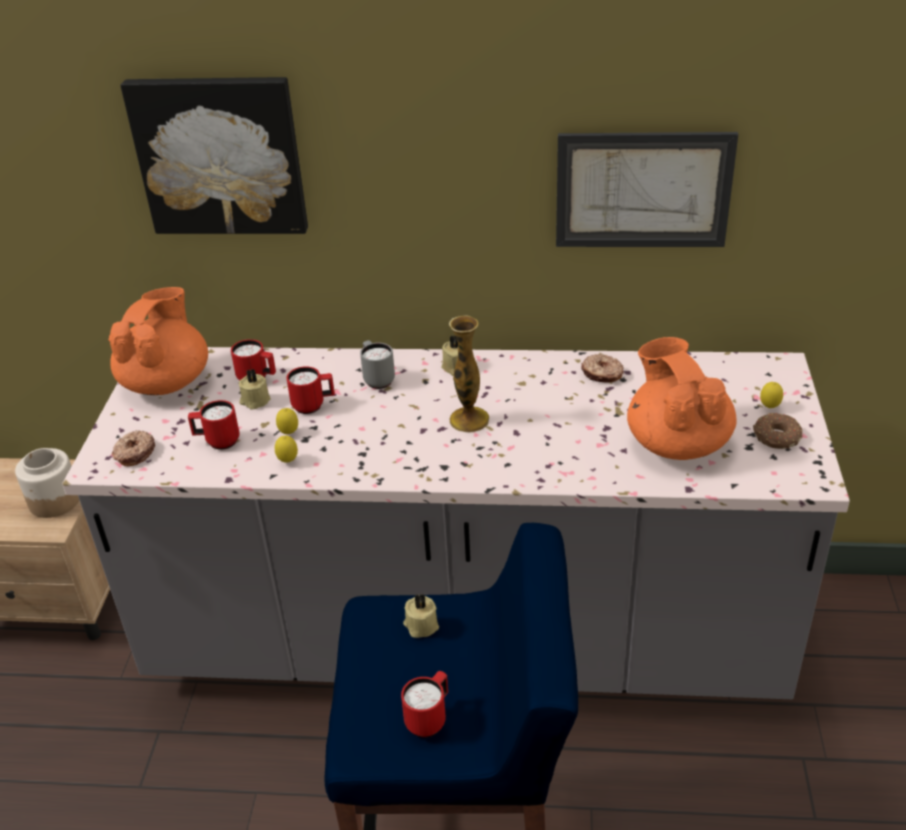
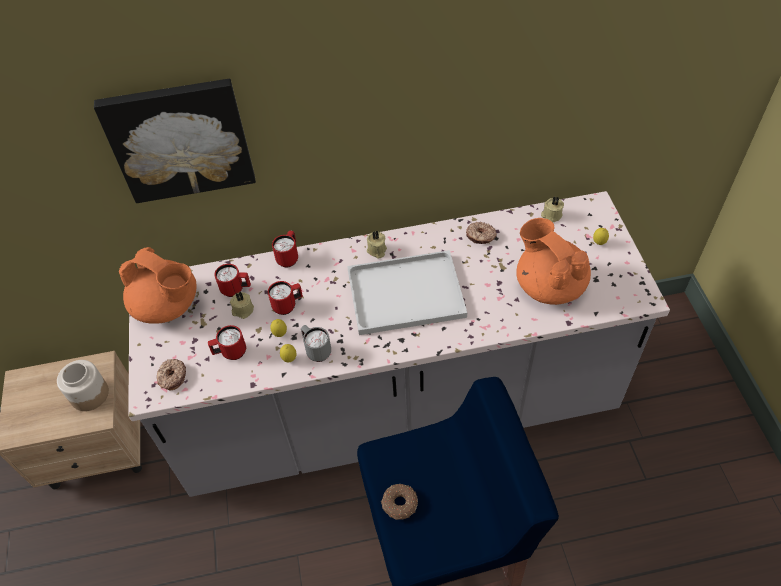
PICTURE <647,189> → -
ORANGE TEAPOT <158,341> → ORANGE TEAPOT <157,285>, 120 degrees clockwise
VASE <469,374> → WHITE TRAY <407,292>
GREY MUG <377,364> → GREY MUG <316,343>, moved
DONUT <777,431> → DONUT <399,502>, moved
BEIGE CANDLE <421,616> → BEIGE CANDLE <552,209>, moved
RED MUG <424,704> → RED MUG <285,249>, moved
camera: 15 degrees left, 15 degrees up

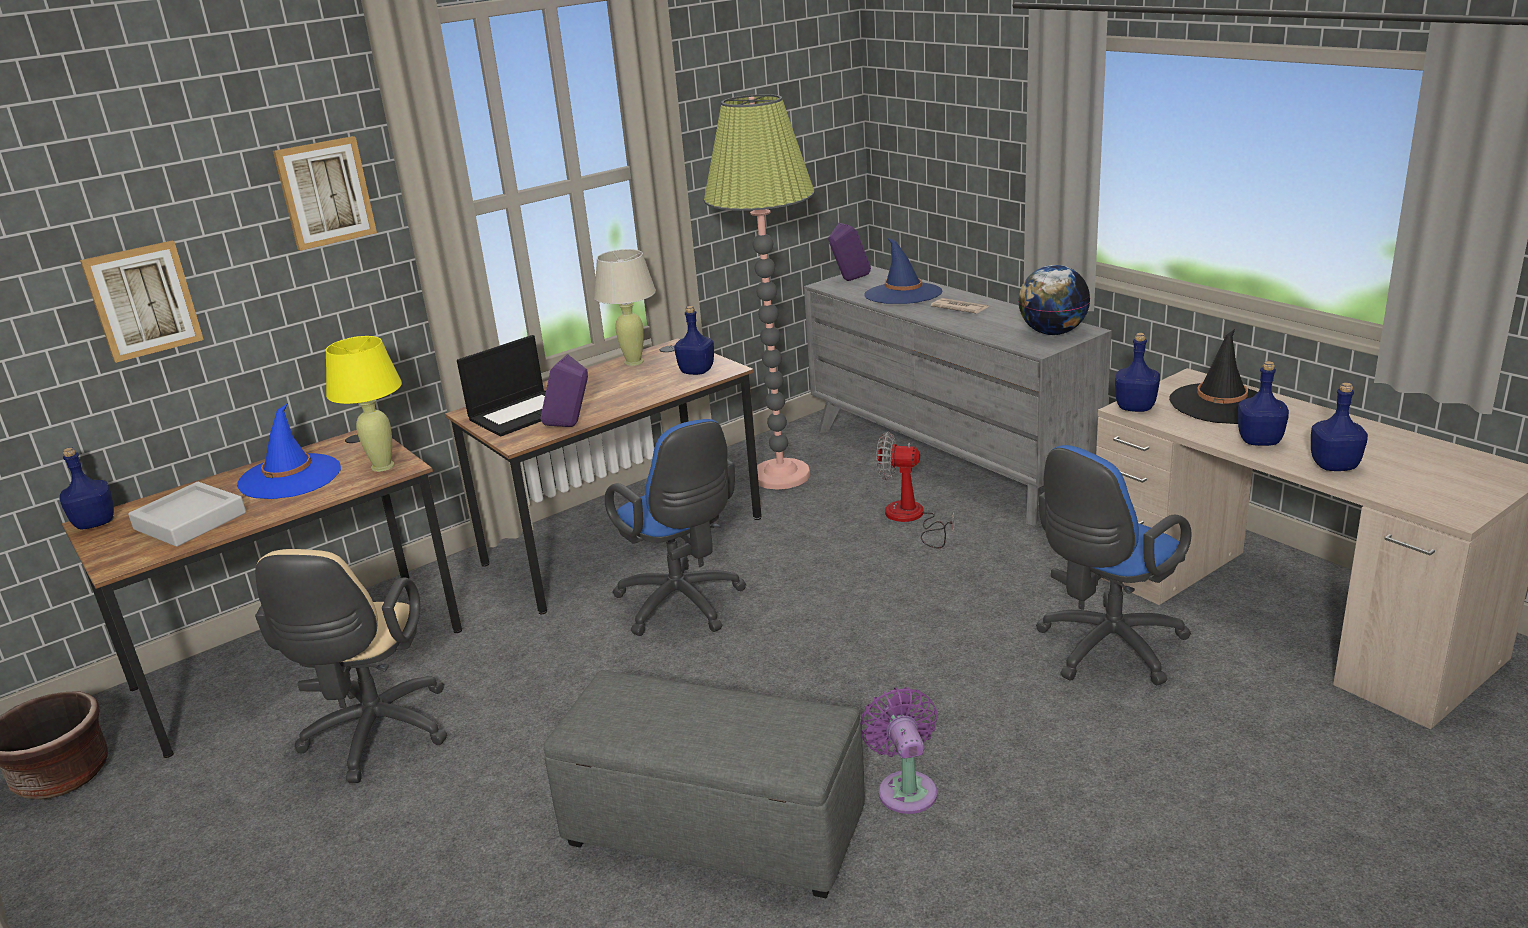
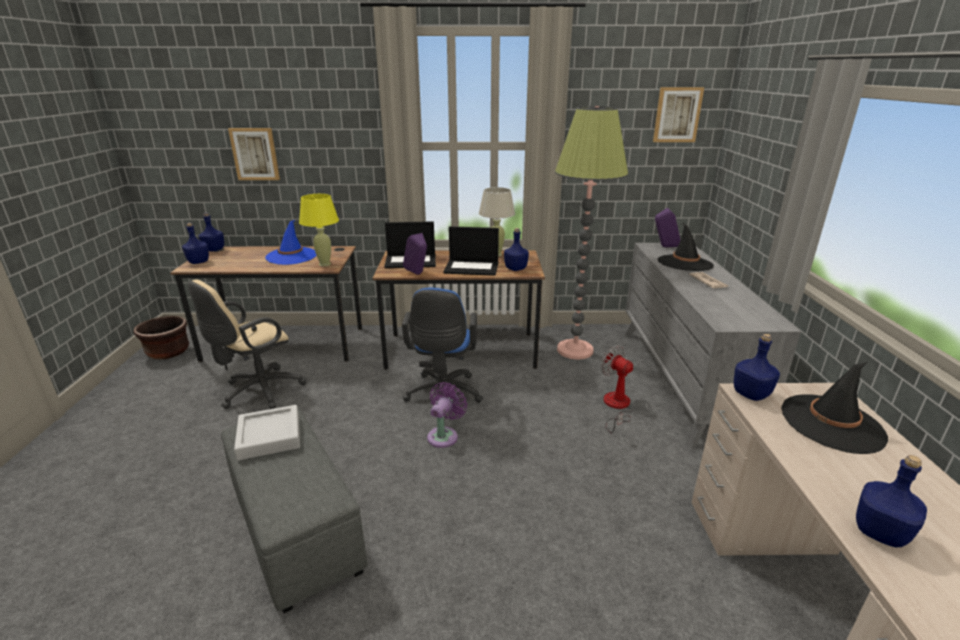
PICTURE <325,193> → PICTURE <678,114>, moved
BLUE HAT <903,271> → BLACK HAT <686,247>
GLOBE <1054,300> → -
BLUE BOTTLE <1263,403> → BLUE BOTTLE <195,243>, moved
BLUE OFFICE CHAIR <1113,565> → -
GREY TRAY <187,514> → GREY TRAY <267,432>, moved
PURPLE FAN <899,750> → PURPLE FAN <447,415>, moved
- → LAPTOP <471,251>
camera: 35 degrees right, 0 degrees up

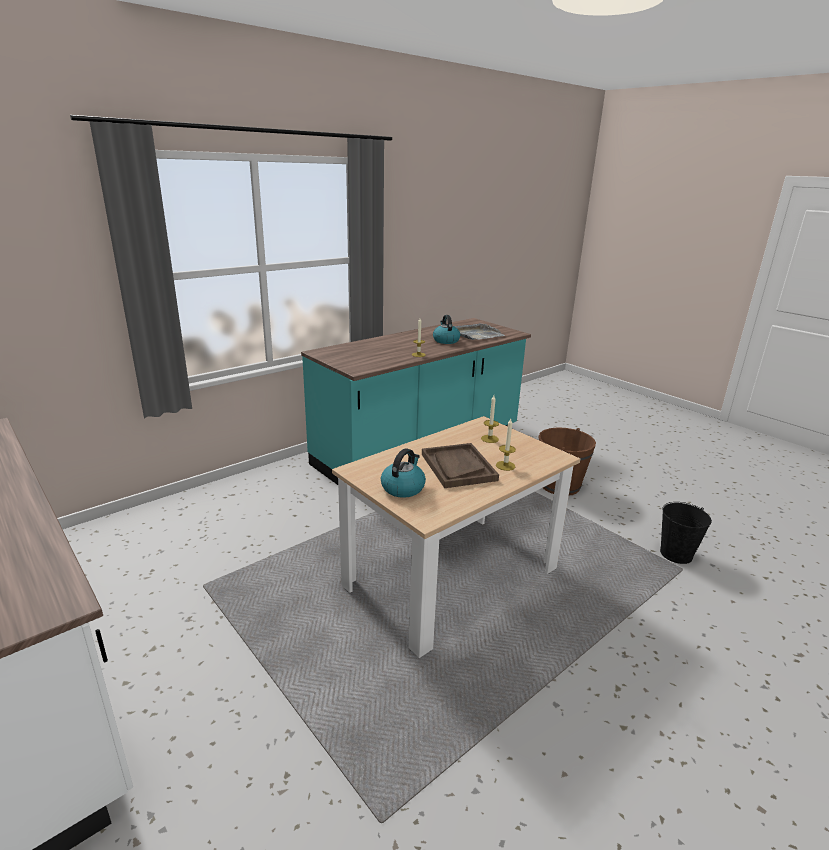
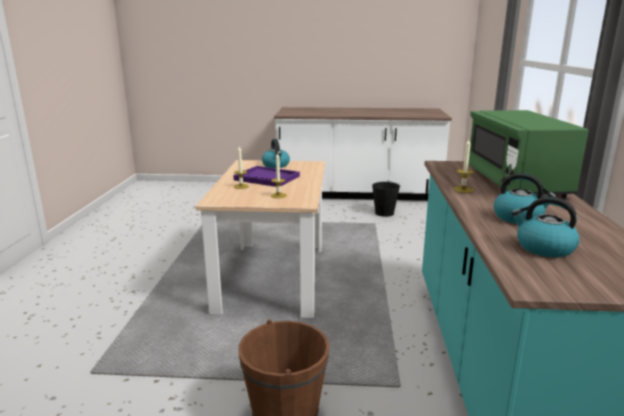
GREY TRAY <479,331> → KETTLE <545,227>
BROWN TRAY <460,465> → PURPLE TRAY <266,176>
BLACK BUCKET <686,533> → BLACK BUCKET <386,199>, moved
- → GREEN MICROWAVE <528,154>
camera: 135 degrees right, 5 degrees down

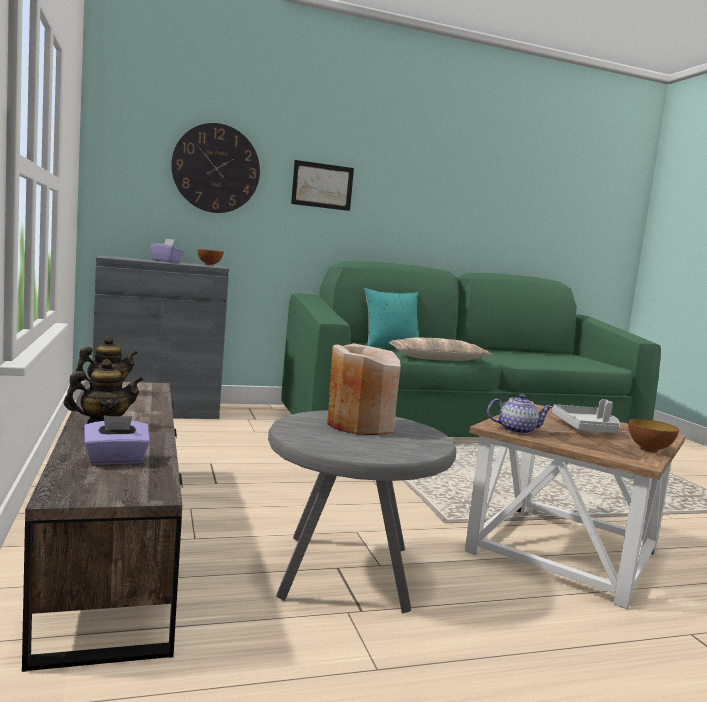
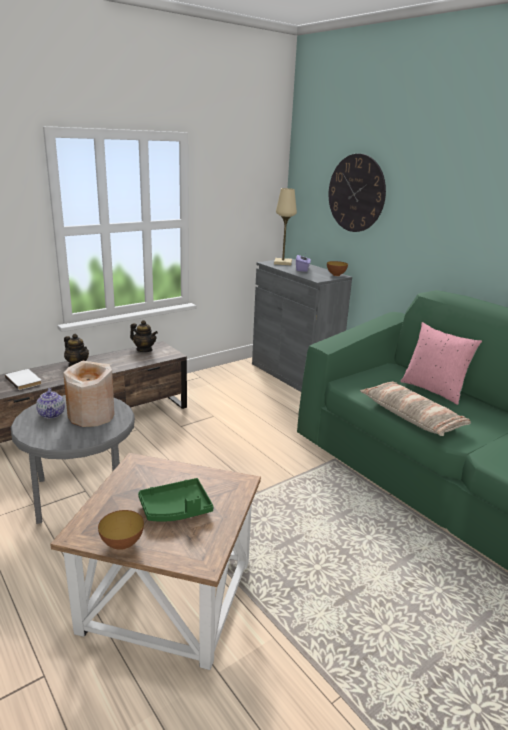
PICTURE <322,185> → -
TURQUOISE PILLOW <391,318> → PINK PILLOW <441,363>
TEAPOT <520,414> → TEAPOT <50,403>, moved
GREY TRAY <586,416> → GREEN TRAY <176,500>
PURPLE TISSUE BOX <117,440> → WHITE BOOK <23,379>
- → BEIGE TABLE LAMP <285,226>
camera: 70 degrees right, 15 degrees up

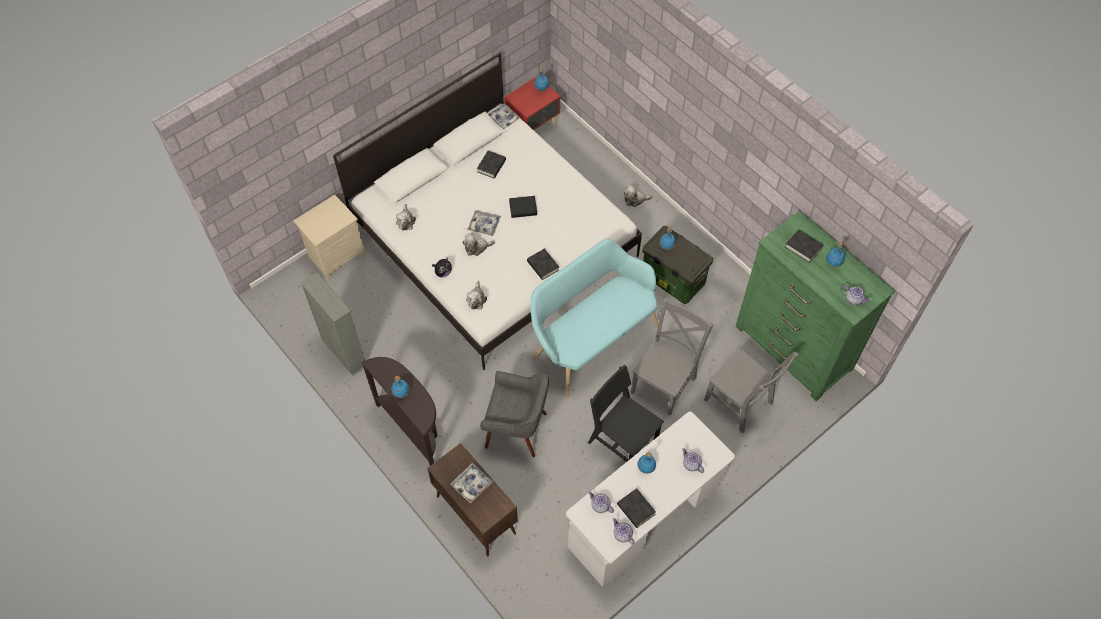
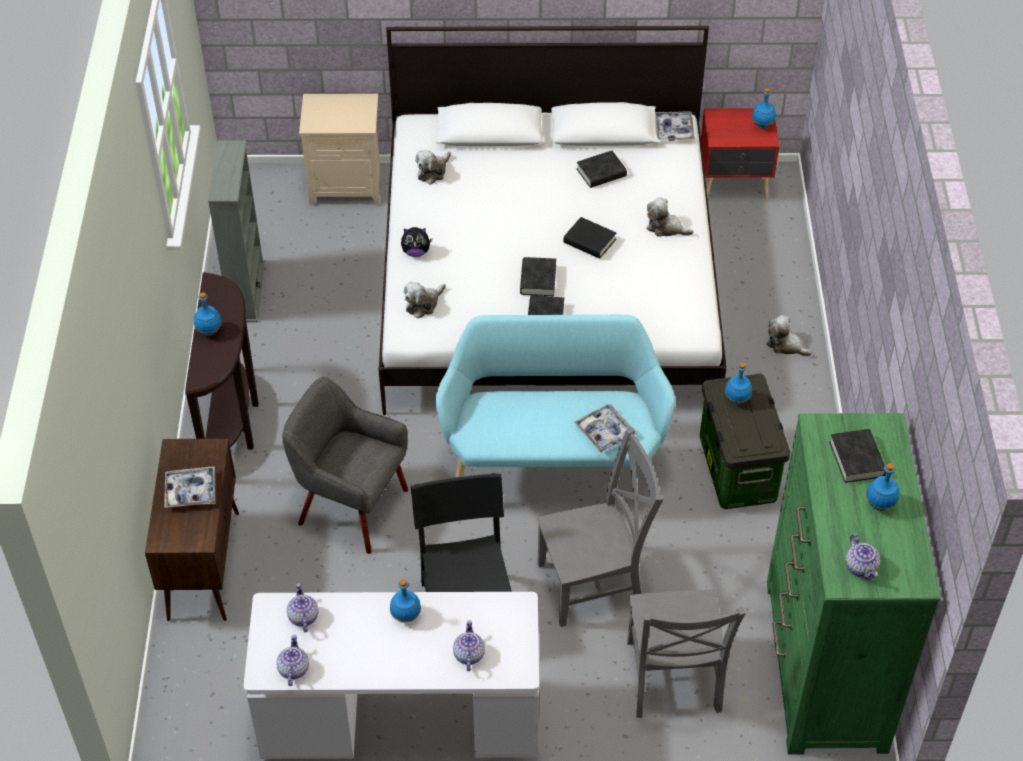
TRAY <484,223> → TRAY <606,428>, moved
PLUSH TOY <478,244> → PLUSH TOY <670,217>, moved
GREY ARMCHAIR <514,414> → GREY ARMCHAIR <345,465>, 150 degrees clockwise
BLACK BOOK <636,508> → BLACK BOOK <538,276>, moved
camera: 40 degrees right, 10 degrees down

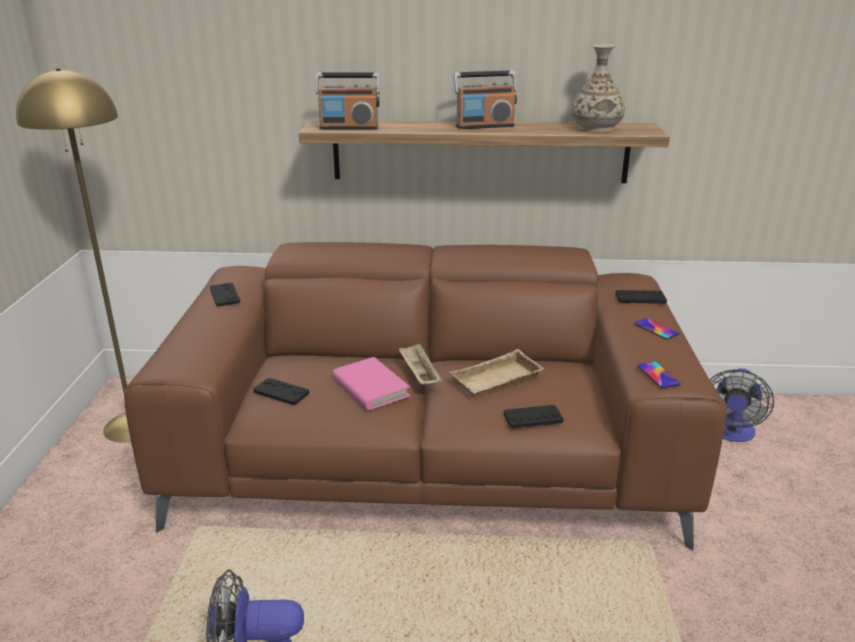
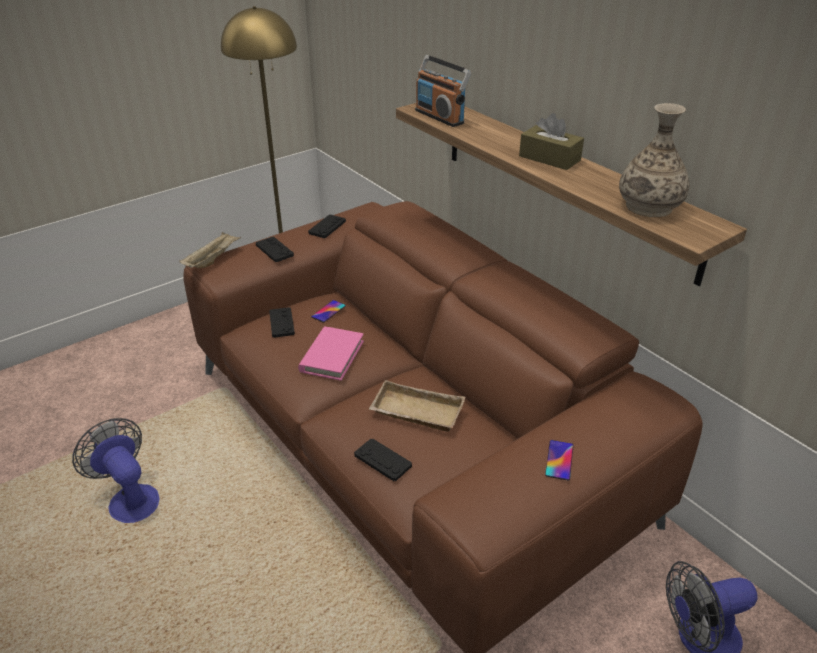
RADIO <485,100> → BROWN TISSUE BOX <551,141>
BLACK GAME CONTROLLER <641,297> → BLACK GAME CONTROLLER <275,249>, moved
BEIGE TRAY <420,364> → BEIGE TRAY <210,250>, moved
PHONE <659,375> → PHONE <328,311>, moved
camera: 50 degrees right, 10 degrees up

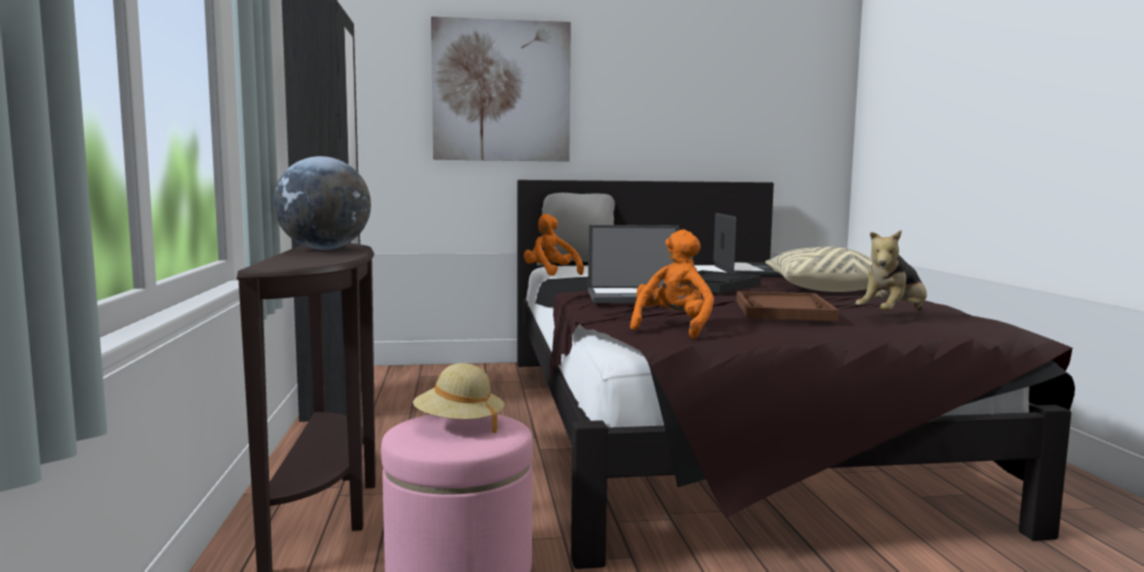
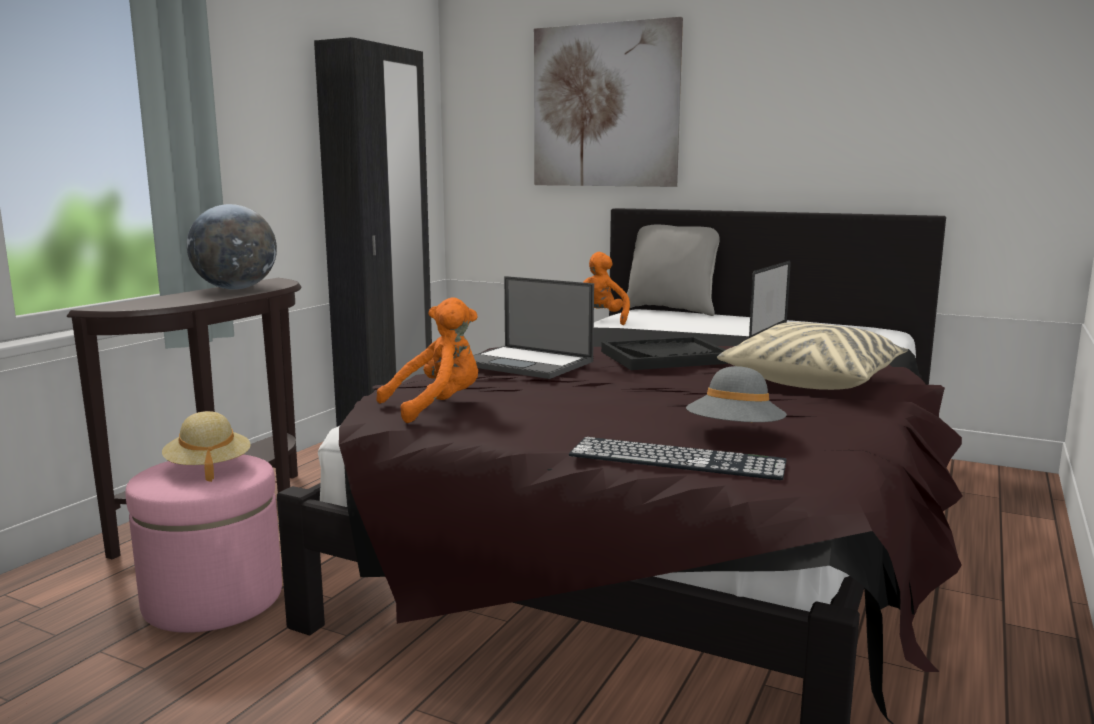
PLUSH TOY <891,270> → GREY HAT <736,394>
BROWN TRAY <787,306> → -
- → KEYBOARD <678,458>
camera: 35 degrees right, 5 degrees up

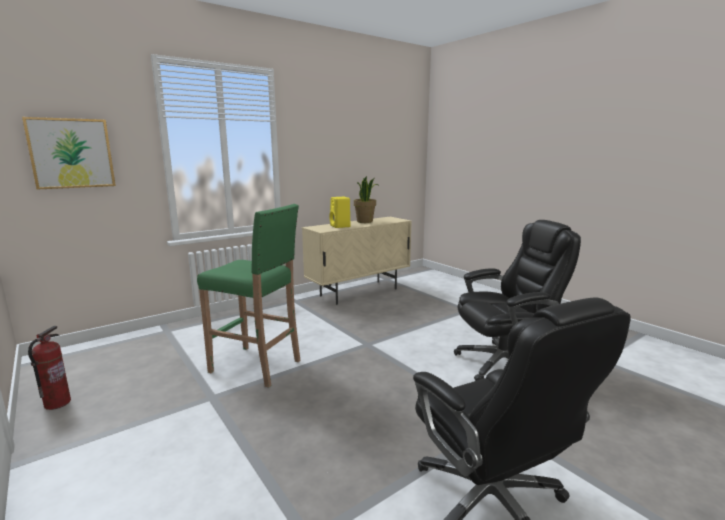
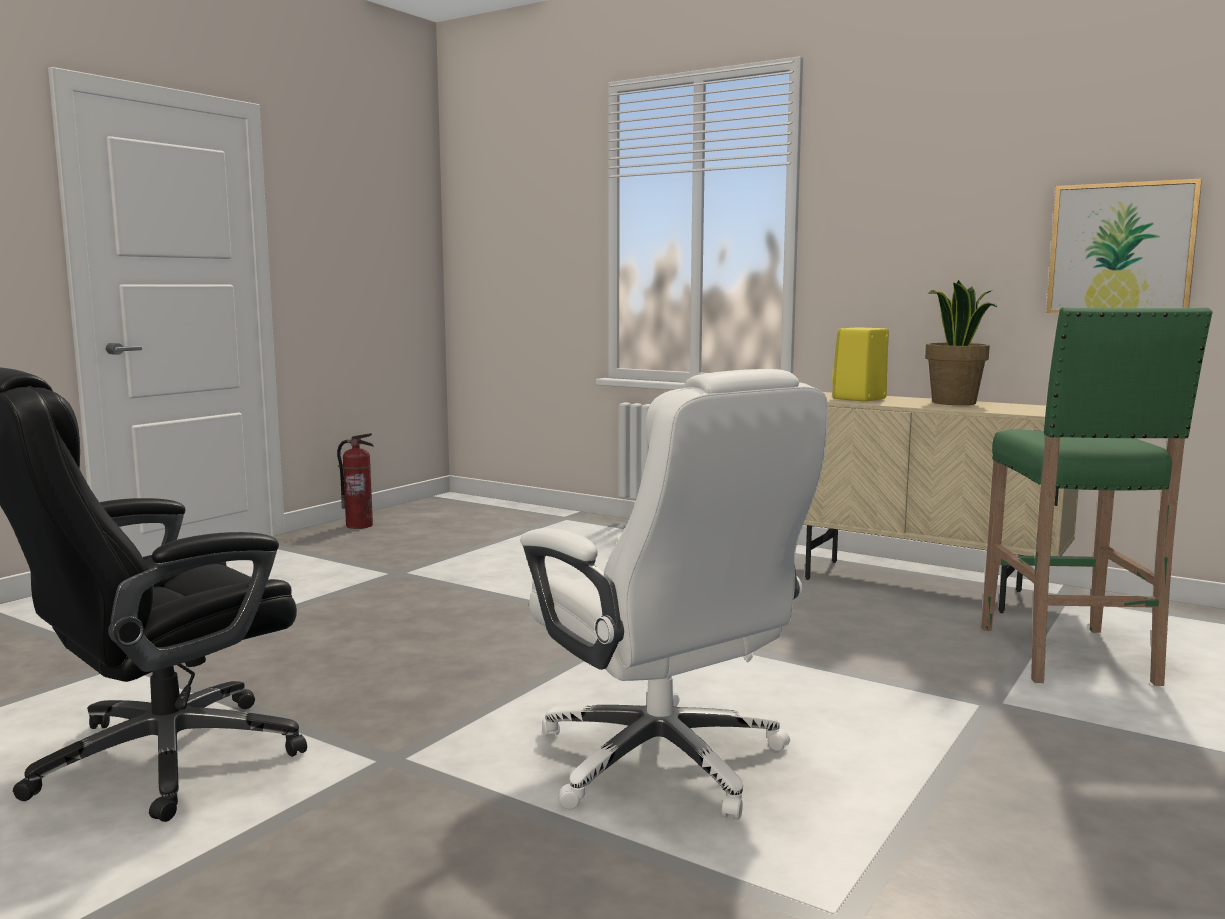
PICTURE <69,153> → PICTURE <1124,245>, moved
GREEN STOOL <249,296> → GREEN STOOL <1096,496>, moved
BLACK OFFICE CHAIR <517,300> → WHITE OFFICE CHAIR <674,594>
camera: 70 degrees right, 5 degrees down

